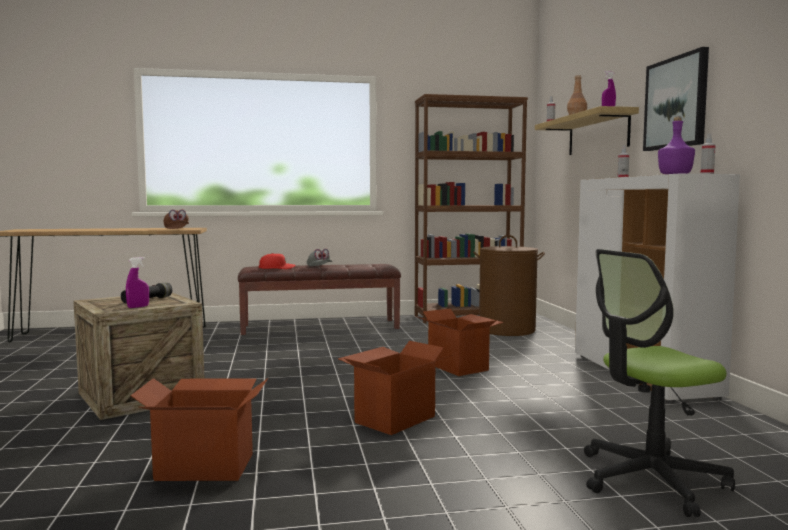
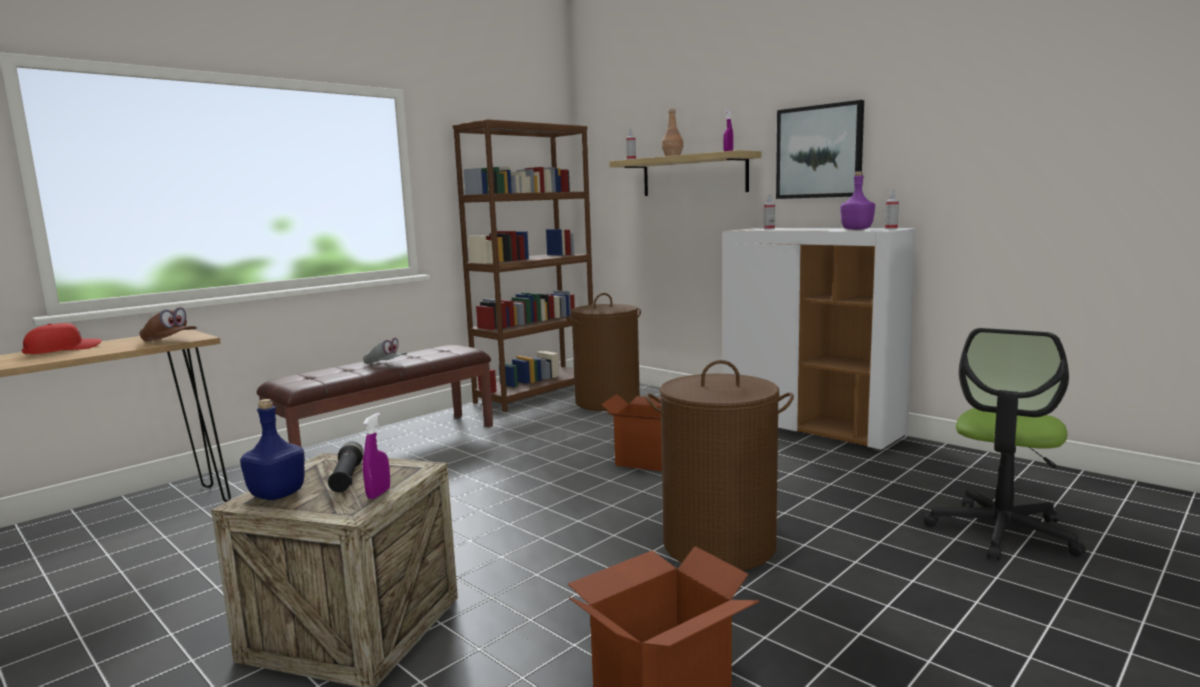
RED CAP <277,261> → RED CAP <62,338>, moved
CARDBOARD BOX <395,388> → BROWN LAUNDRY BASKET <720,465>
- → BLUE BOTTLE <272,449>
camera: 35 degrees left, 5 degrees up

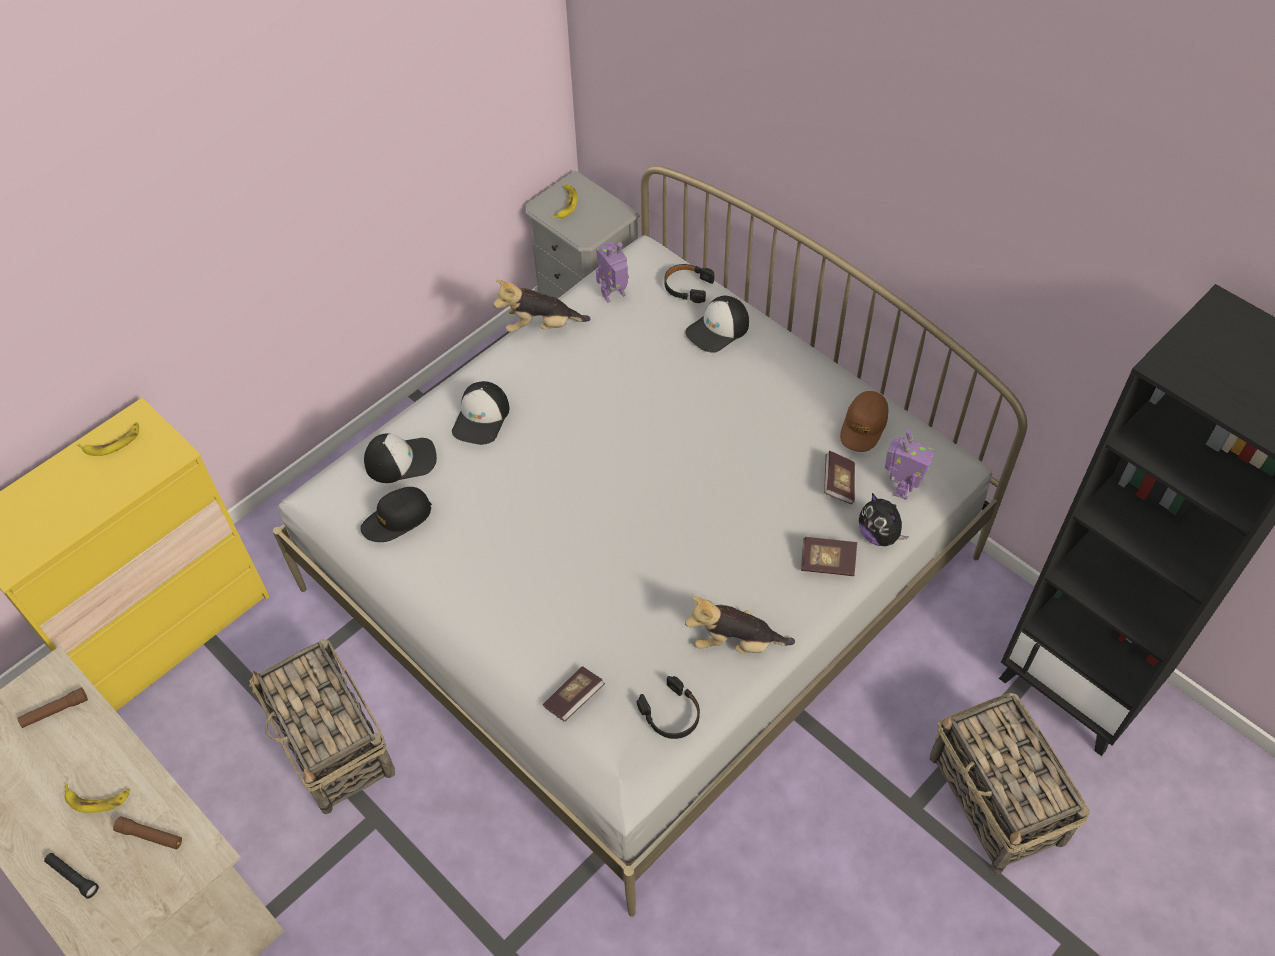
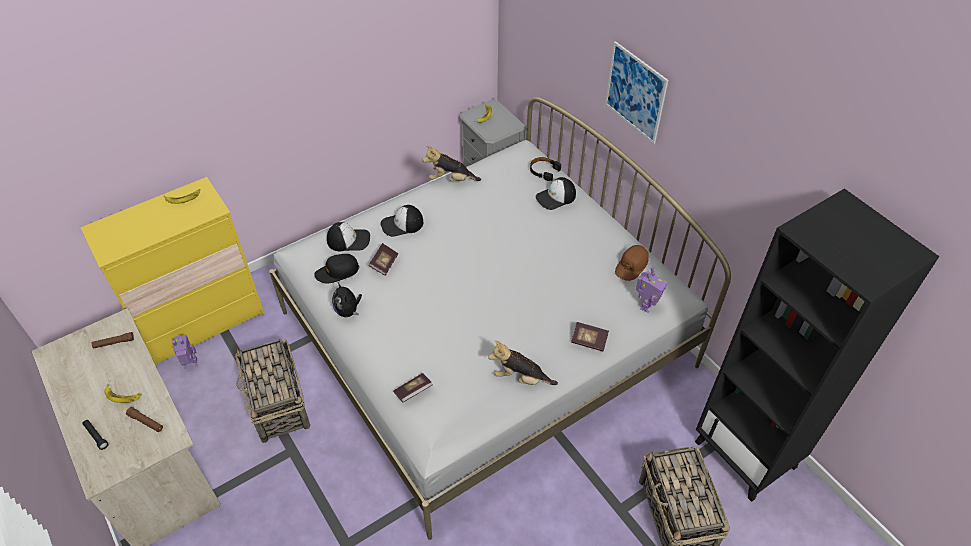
TOY ROBOT <612,272> → TOY ROBOT <184,352>, moved
CAP <480,413> → CAP <402,221>, 45 degrees clockwise
BOOK <839,477> → BOOK <383,259>, moved
PLUSH TOY <884,519> → PLUSH TOY <347,299>, moved
BLACK HEADPHONES <668,707> → -
- → PICTURE <636,92>
camera: 10 degrees right, 5 degrees down

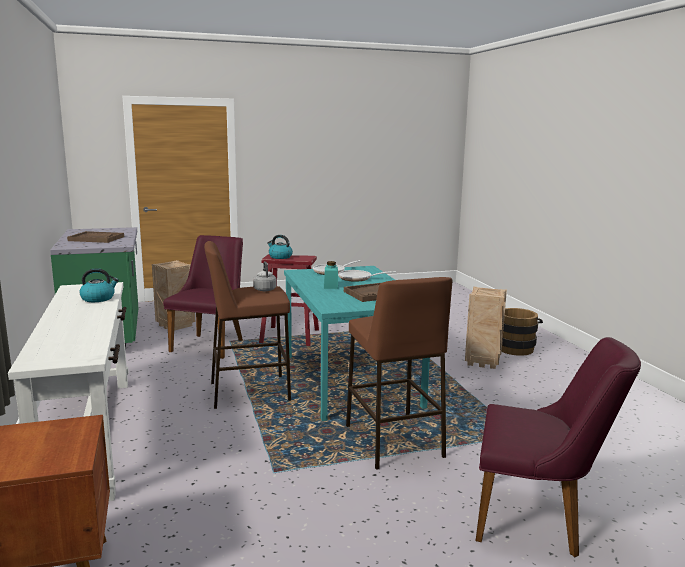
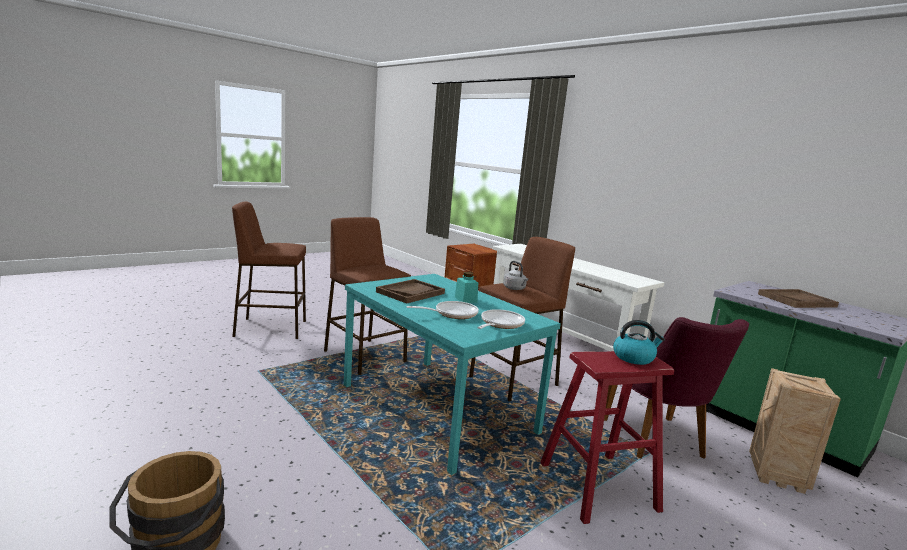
KETTLE <99,285> → -
CRATE <486,328> → -
PURPLE CHAIR <558,447> → BROWN STOOL <269,270>
camera: 155 degrees right, 0 degrees up

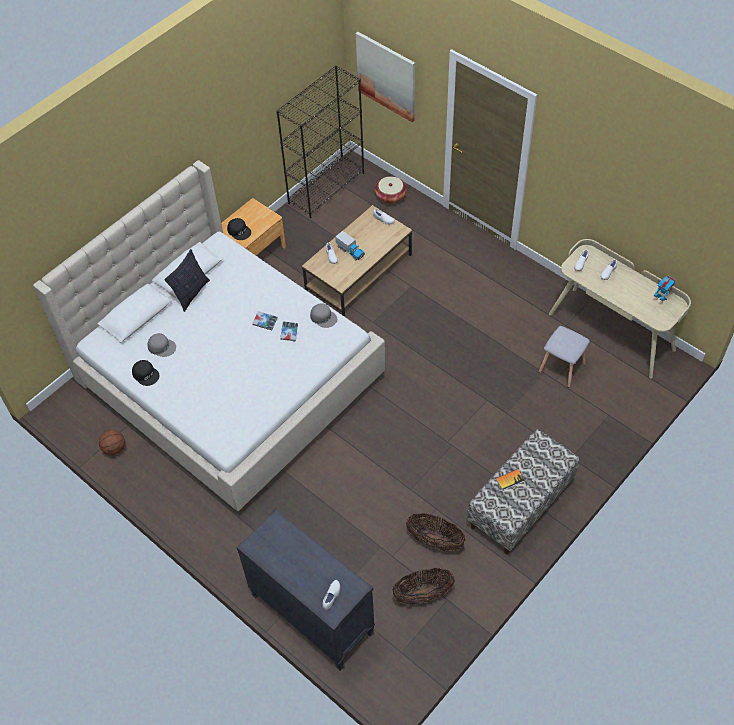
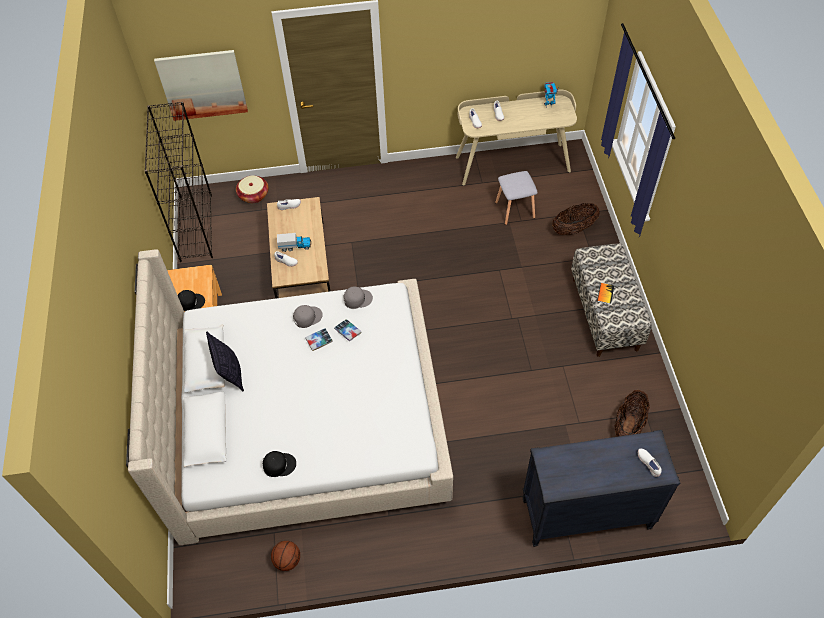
GREY CAP <162,345> → GREY CAP <308,316>, moved
BASKET <436,532> → BASKET <576,219>, moved
camera: 50 degrees left, 0 degrees up

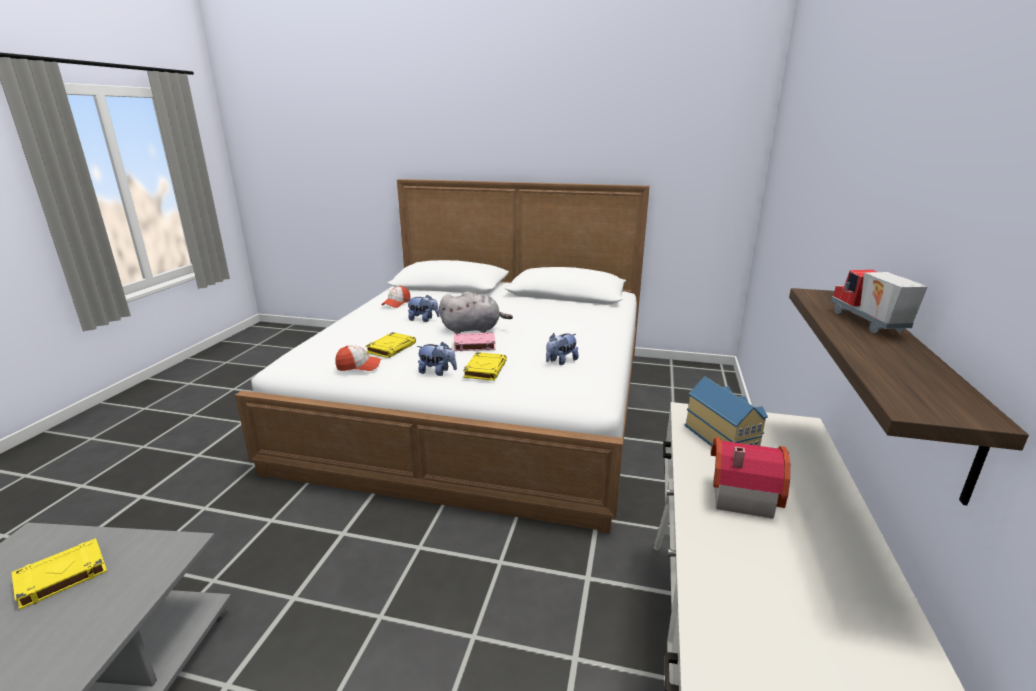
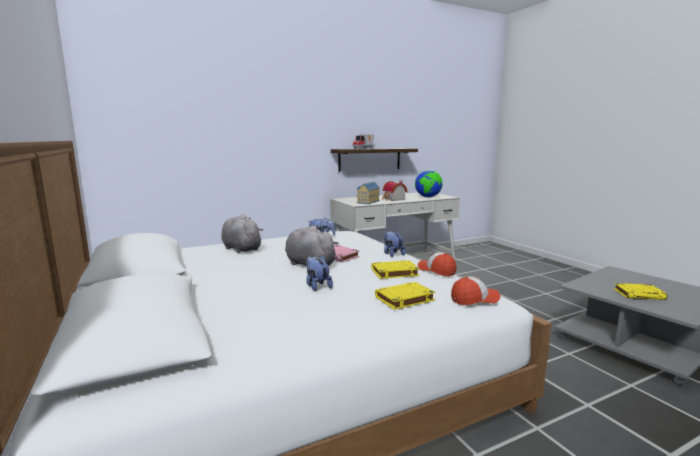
CAP <396,297> → CAP <475,290>, moved
YELLOW BOOK <485,366> → YELLOW BOOK <405,296>, moved
- → GLOBE <429,183>
- → GREY PLUSH TOY <242,233>
camera: 130 degrees left, 10 degrees down

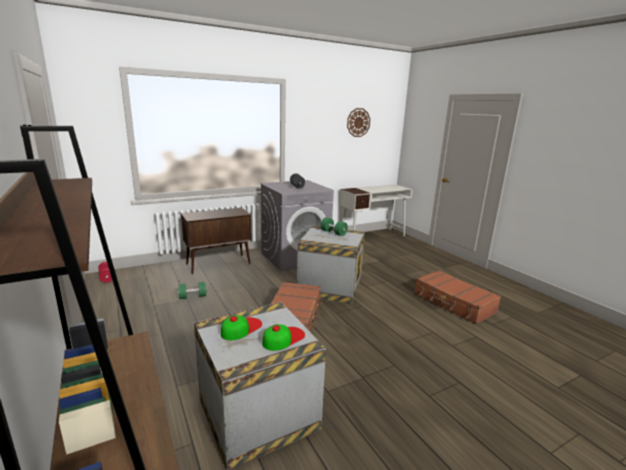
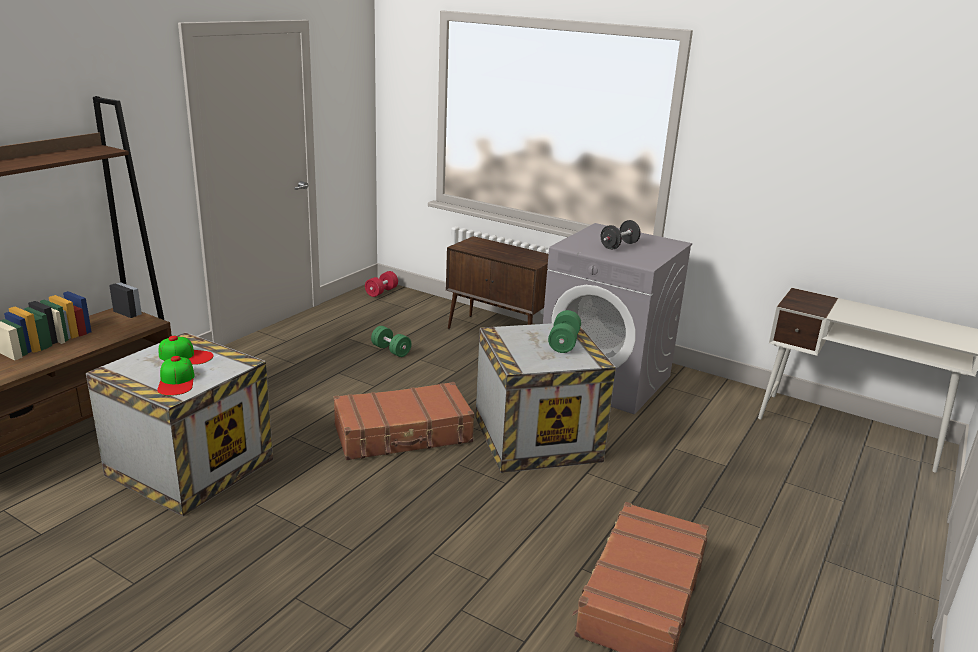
WALL CLOCK <358,122> → -
CAP <283,337> → CAP <176,376>, 60 degrees clockwise
camera: 60 degrees right, 5 degrees up

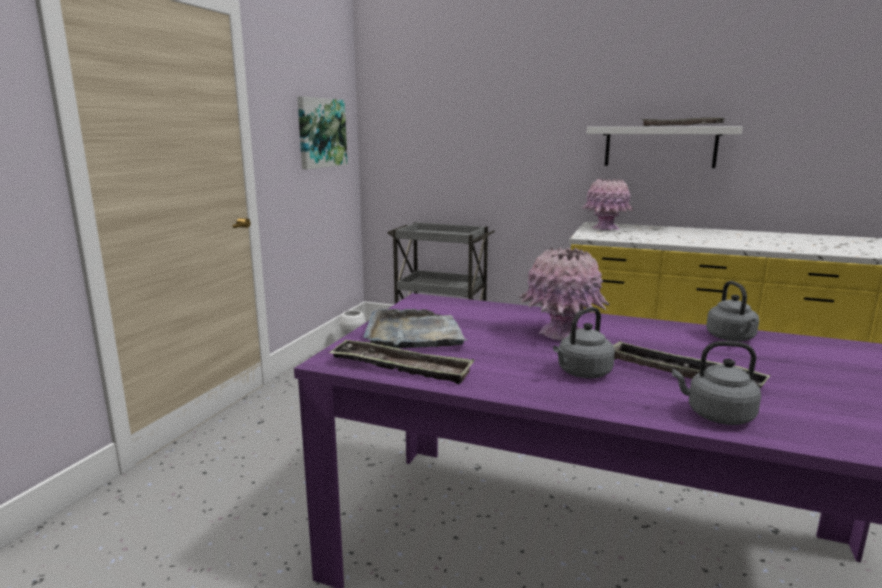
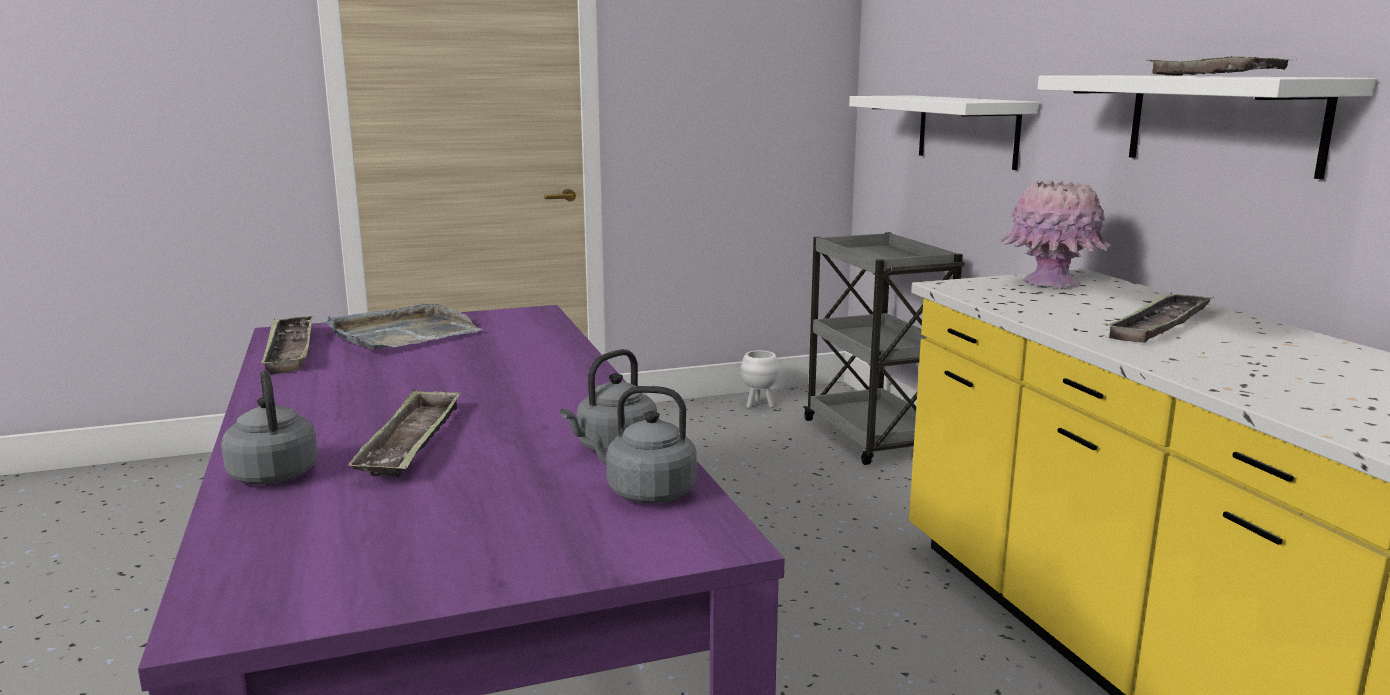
PICTURE <322,132> → -
PINK VASE <564,293> → -
GREY KETTLE <584,342> → GREY KETTLE <641,444>, moved
- → WHITE SHELF <944,132>
- → TRAY <1160,317>
camera: 50 degrees right, 0 degrees up

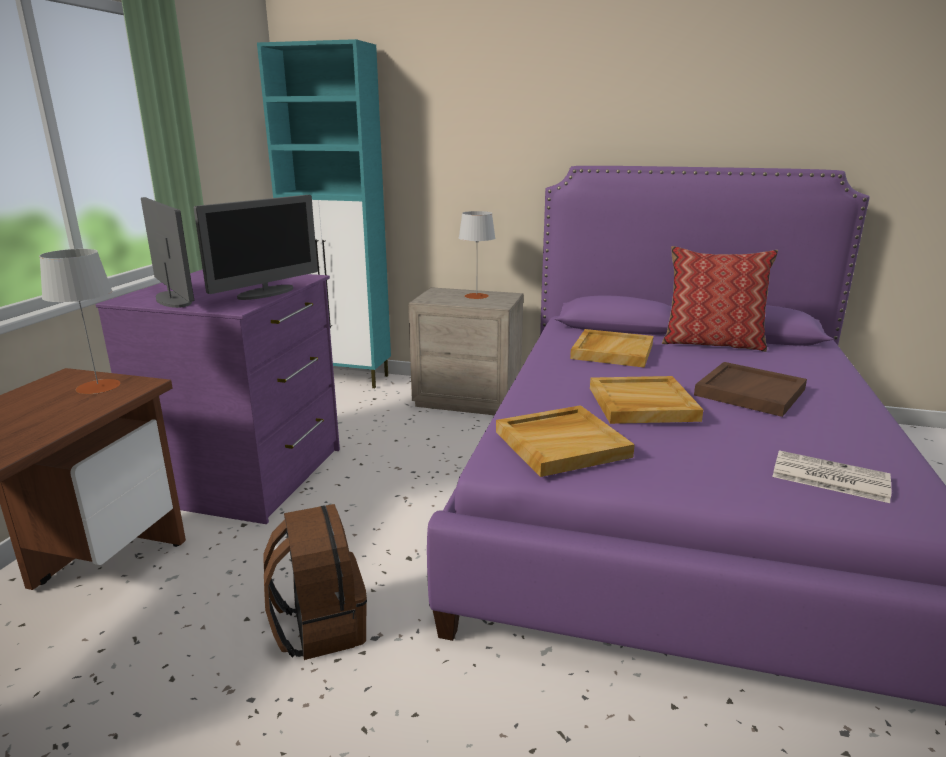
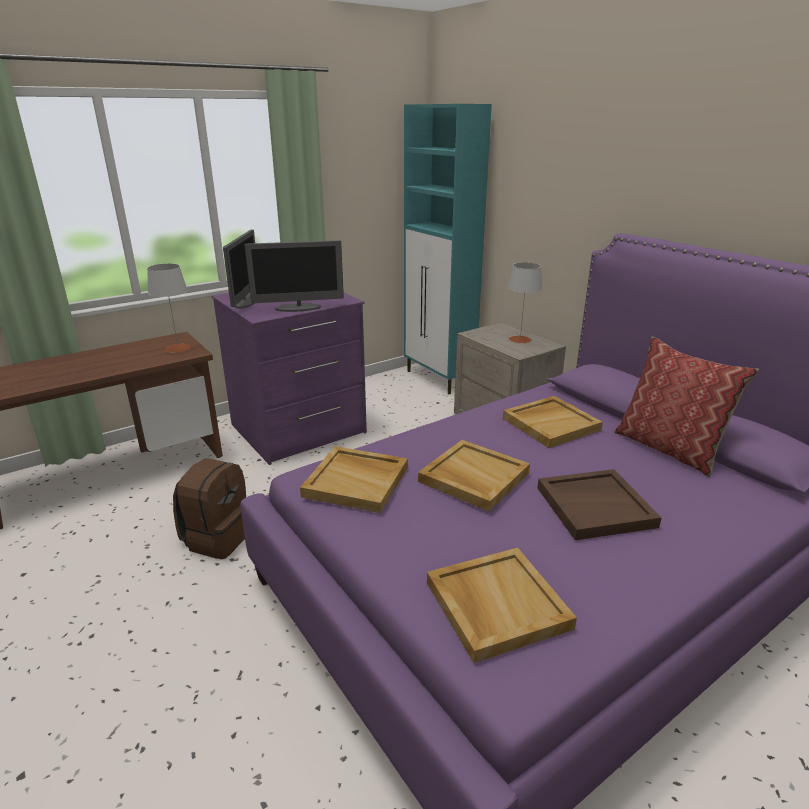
NEWSPAPER <831,476> → BEIGE TRAY <502,605>
camera: 40 degrees right, 5 degrees up

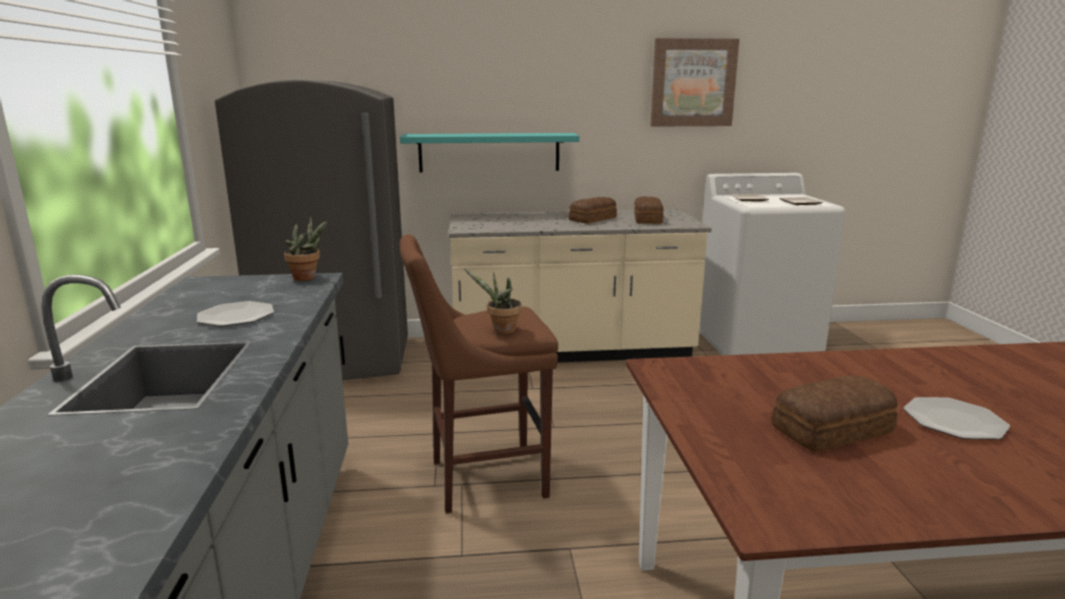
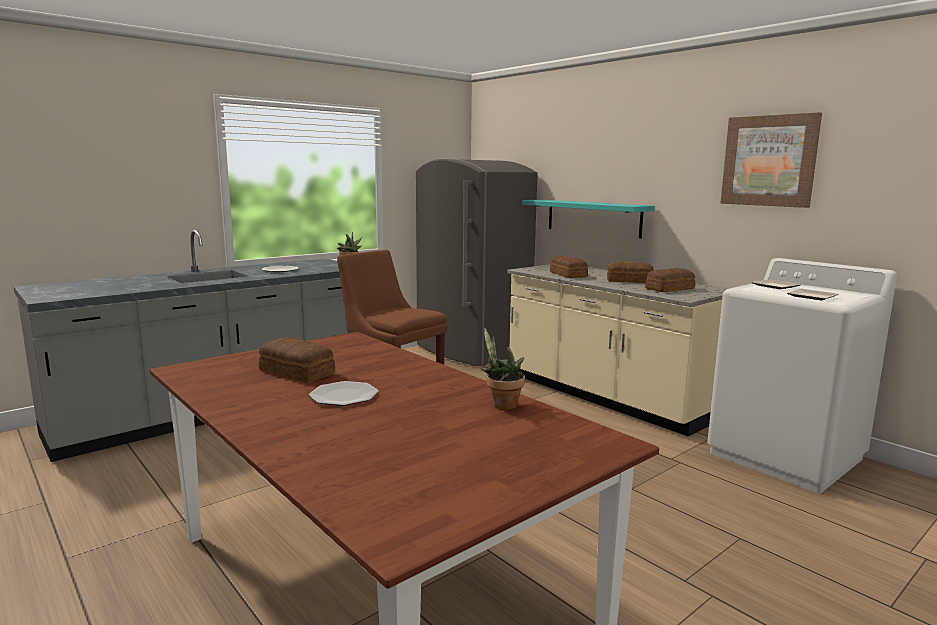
POTTED PLANT <493,301> → POTTED PLANT <503,369>, moved
- → BREAD <569,267>
camera: 55 degrees right, 5 degrees down

